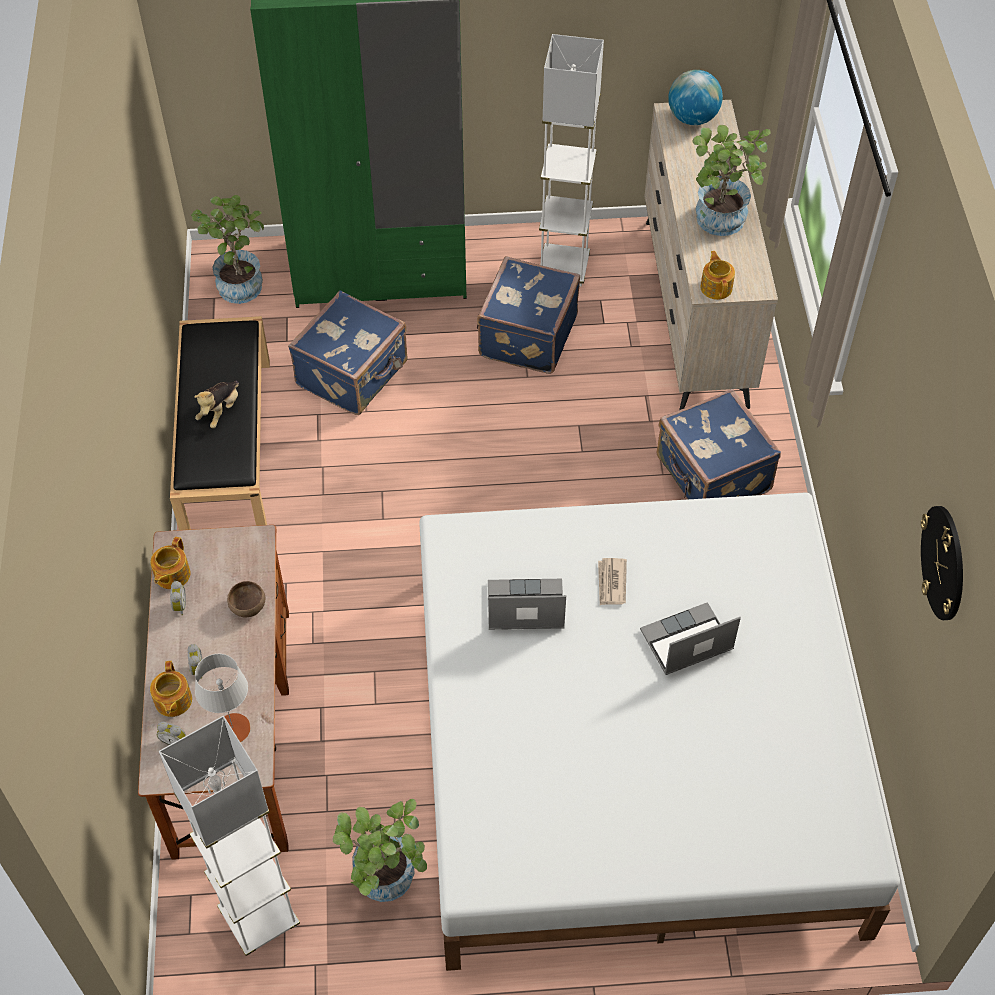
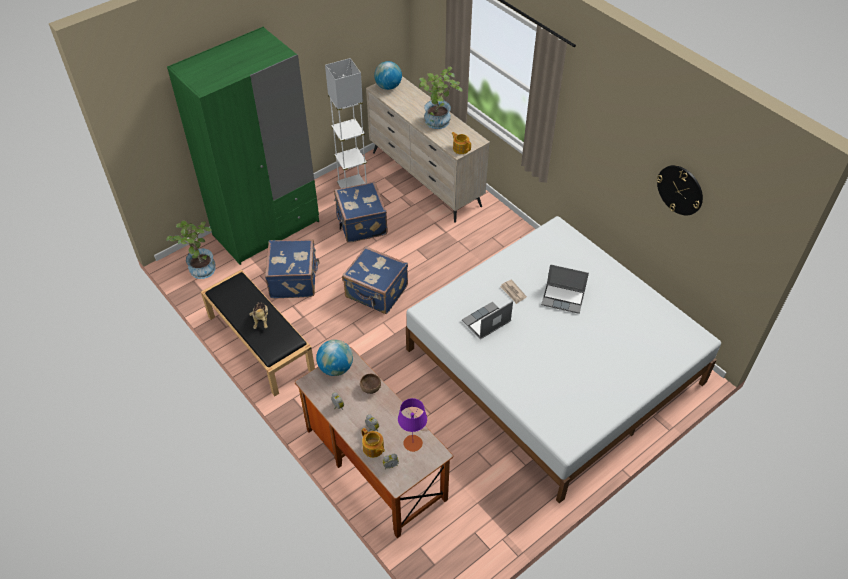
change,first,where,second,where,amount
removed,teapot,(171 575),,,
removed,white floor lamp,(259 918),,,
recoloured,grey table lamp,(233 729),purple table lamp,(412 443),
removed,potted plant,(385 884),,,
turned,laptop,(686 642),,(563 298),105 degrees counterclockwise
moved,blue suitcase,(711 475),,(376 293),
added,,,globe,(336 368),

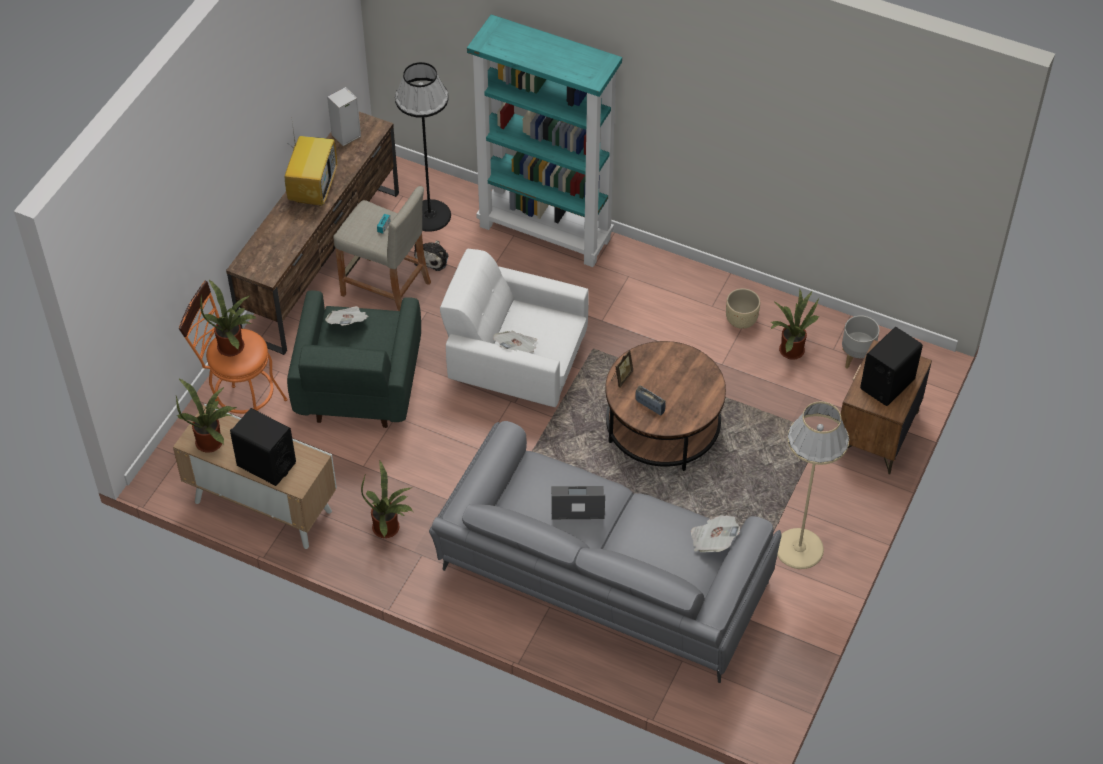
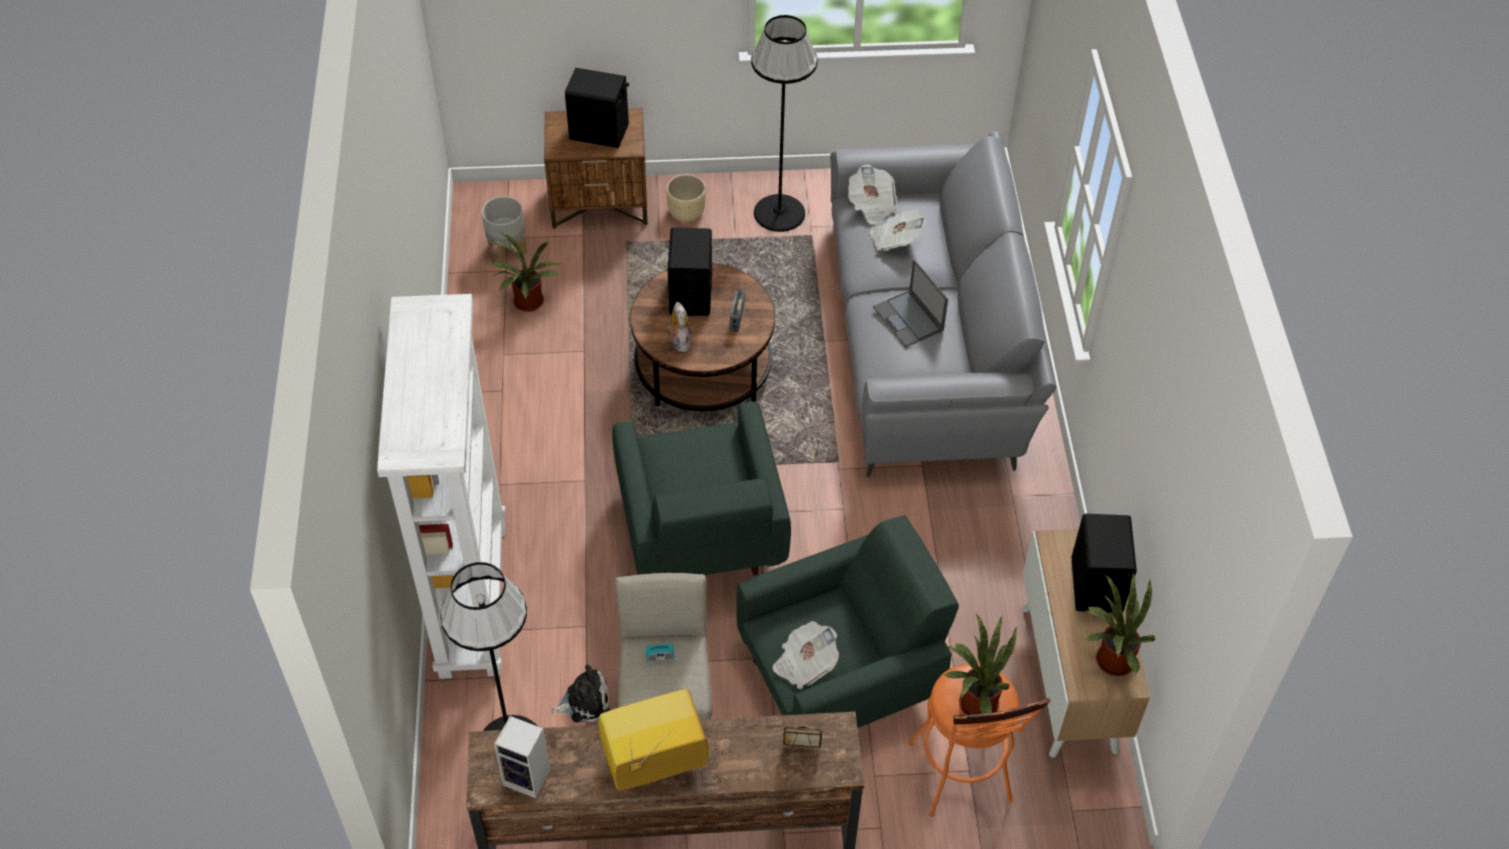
change,first,where,second,where,amount
removed,potted plant,(389 528),,,
recoloured,white armchair,(515 363),green armchair,(701 533),
recoloured,turquoise bookcase,(546 232),white bookcase,(471 598),
moved,newspaper,(517 349),,(895 240),
moved,picture frame,(621 377),,(801 753),
moved,beige planter,(741 319),,(686 212),
recoloured,beige floor lamp,(799 549),black floor lamp,(779 212),
added,,,black speaker,(690 294),
added,,,plush toy,(679 341),

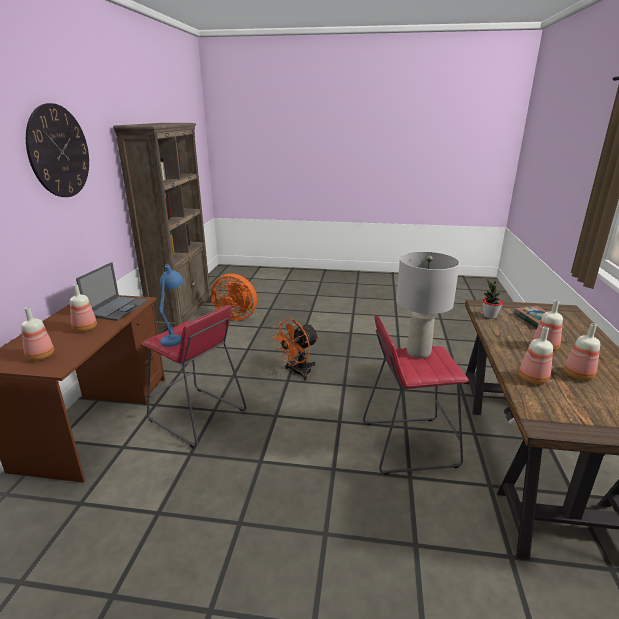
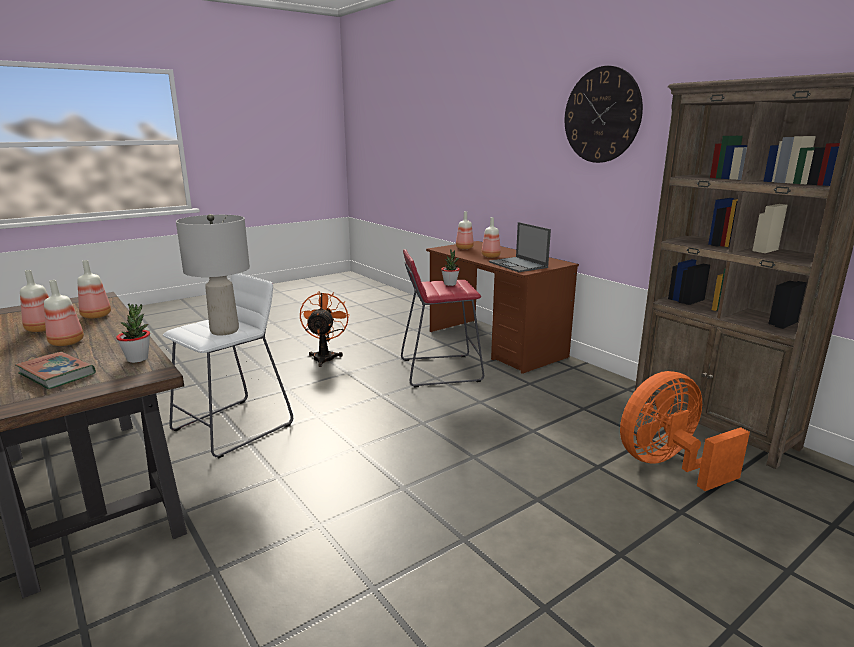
change,first,where,second,where,amount
replaced,blue table lamp,(175 337),potted plant,(450 284),
moved,orange fan,(297 372),,(325 356),
recoloured,red stool,(408 444),white stool,(233 427),

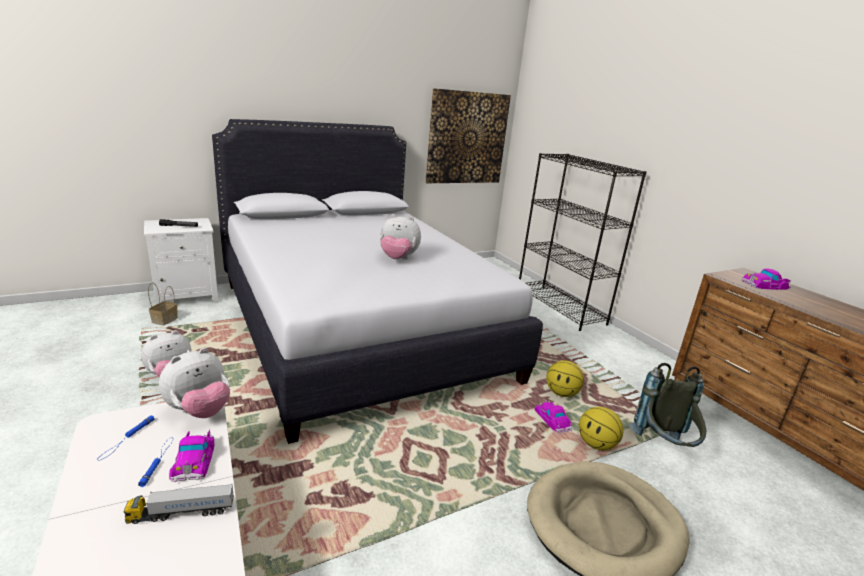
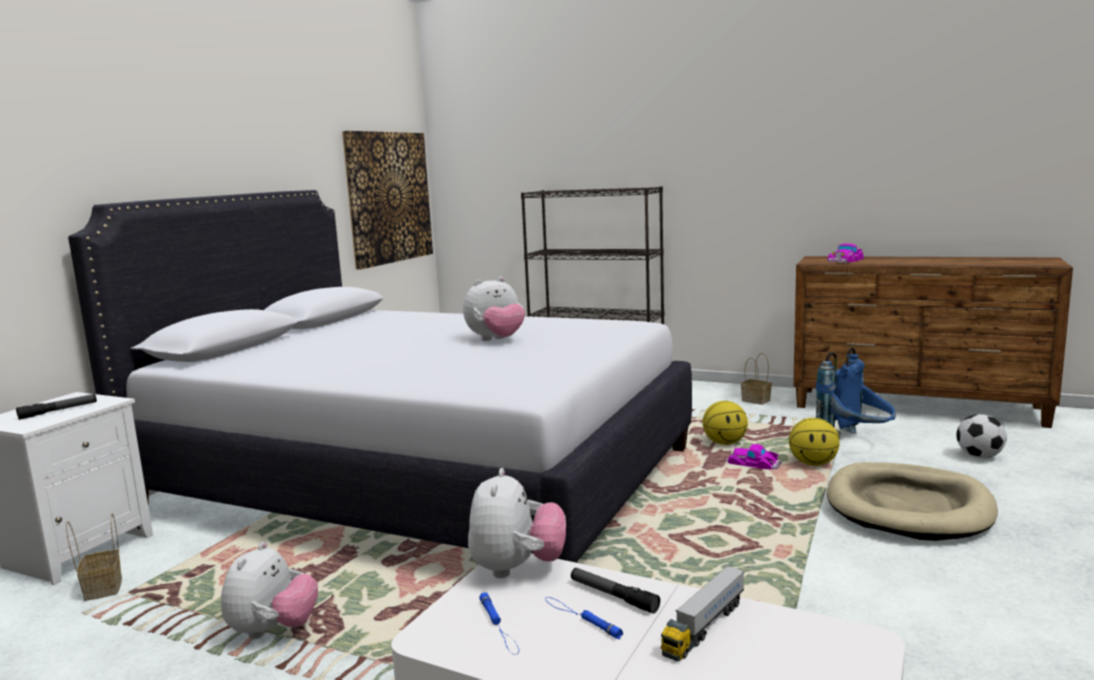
change,first,where,second,where,amount
replaced,toy car,(194 459),flashlight,(613 596),
recoloured,grey backpack,(664 448),blue backpack,(856 443),
added,,,basket,(757 400),
added,,,football,(979 456),

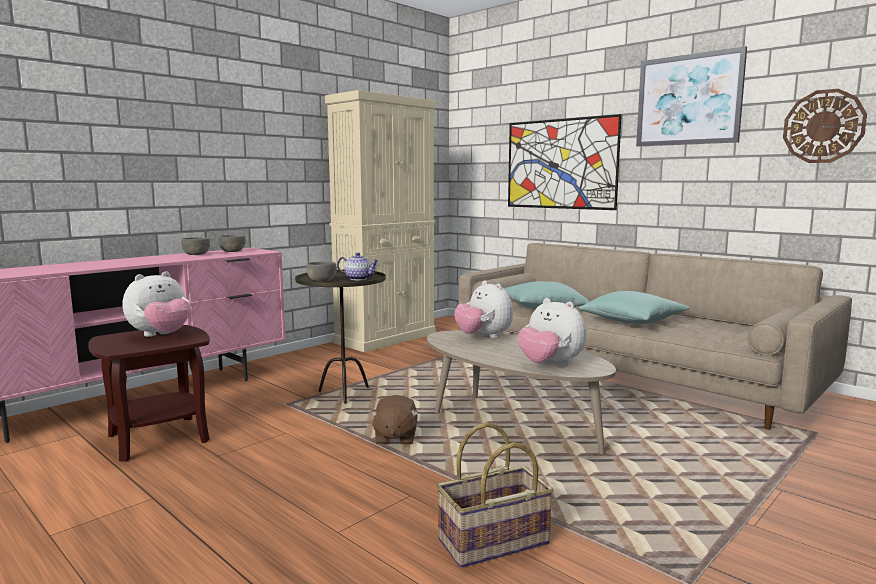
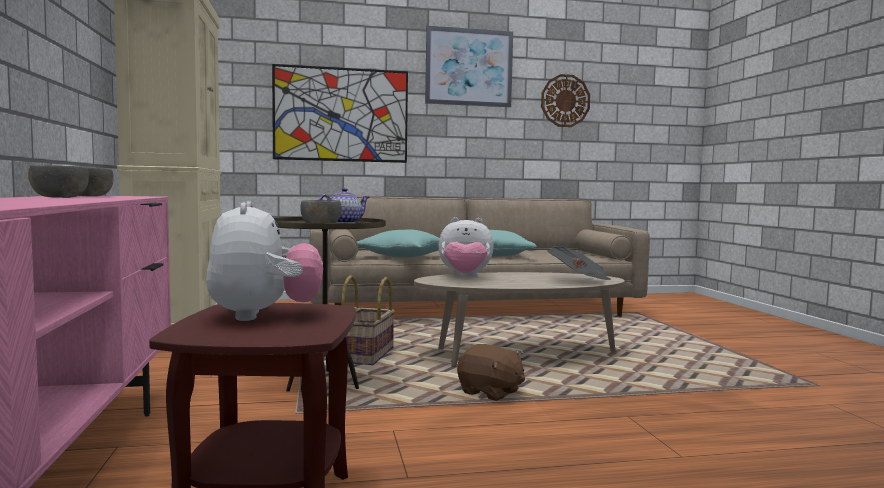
change,first,where,second,where,amount
moved,basket,(493 542),,(367 356),
replaced,plush toy,(550 365),newspaper,(580 281),

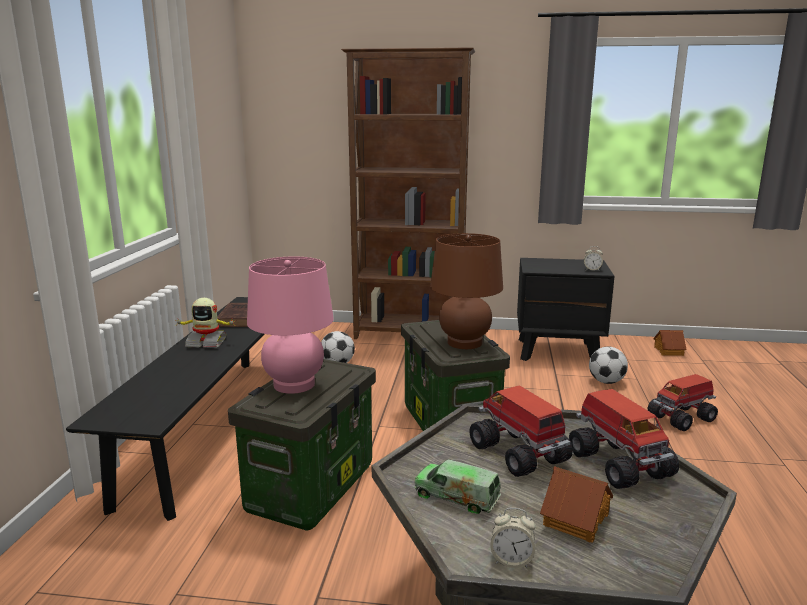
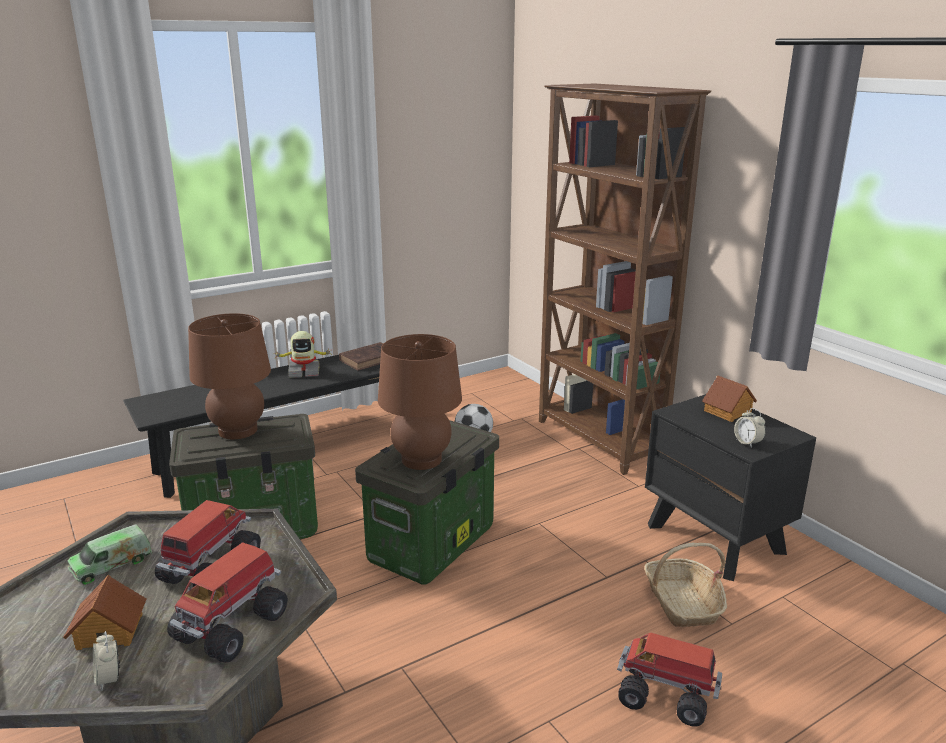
change,first,where,second,where,amount
turned,toy robot,(206 342),,(304 372),60 degrees counterclockwise
recoloured,pink table lamp,(294 384),brown table lamp,(238 430),
turned,toy truck,(456 497),,(112 565),120 degrees counterclockwise
moved,alarm clock,(511 560),,(109 679),
replaced,football,(606 382),basket,(682 603),
moved,toy house,(669 351),,(728 412),

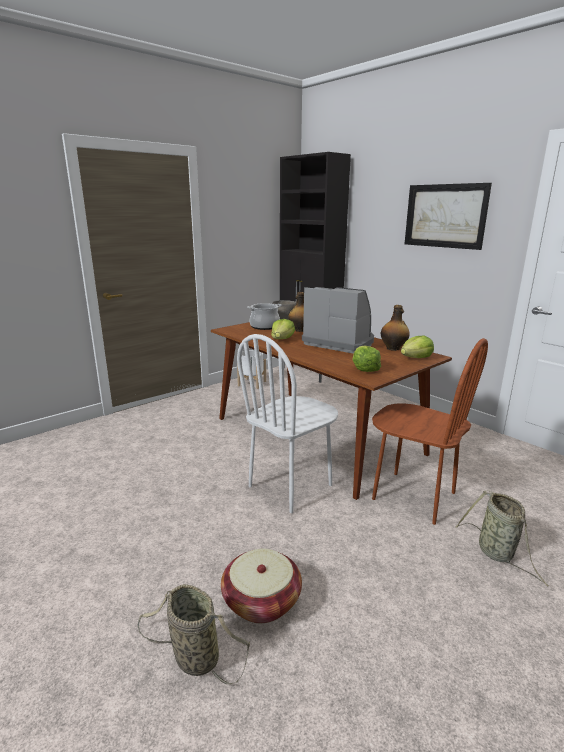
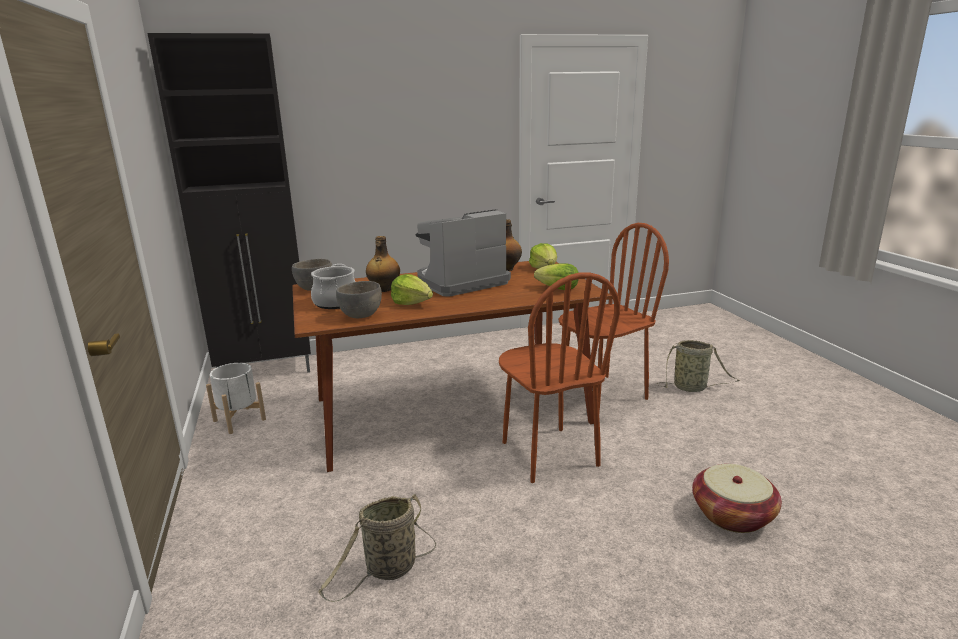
change,first,where,second,where,amount
moved,basket,(193 657),,(388 570),
recoloured,white chair,(290 486),brown chair,(548 454),
removed,picture,(445 216),,,
added,,,grey bowl,(361 316),

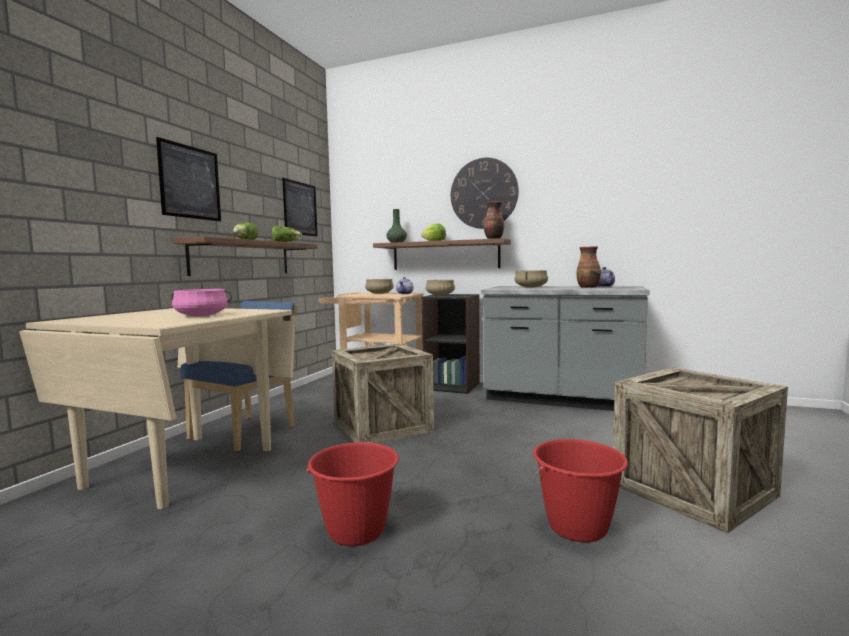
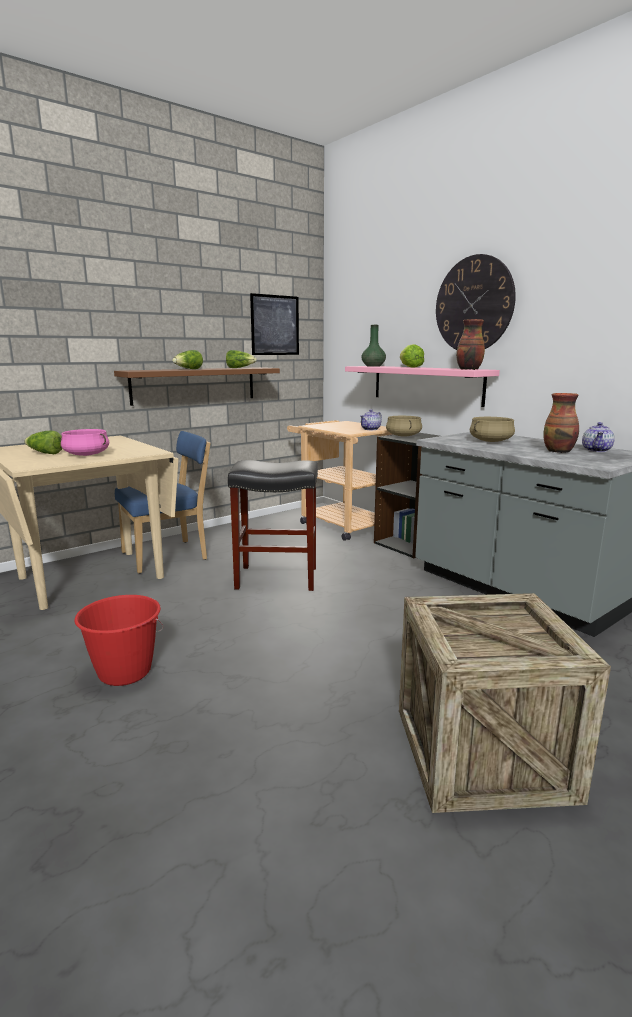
change,first,where,second,where,amount
removed,picture,(190 182),,,
replaced,crate,(382 427),black stool,(275 578),
removed,beige cooking pot,(379 293),,,
recoloured,brown shelf,(445 255),pink shelf,(426 384),
removed,red bucket,(577 527),,,
added,,,lettuce,(45 453),

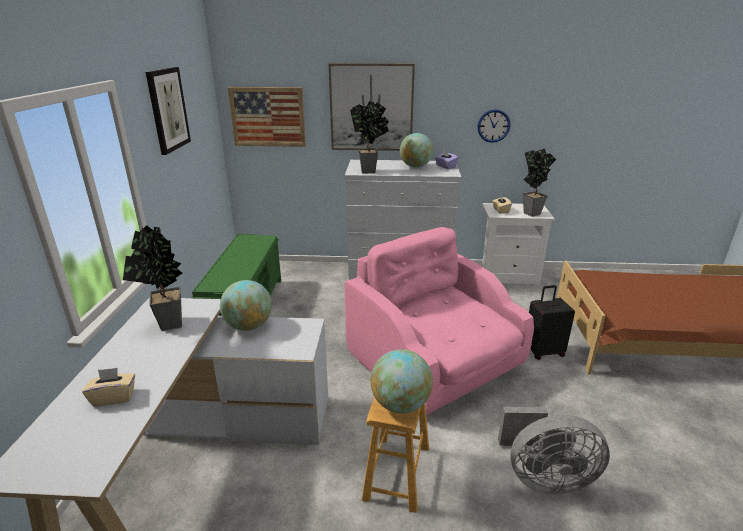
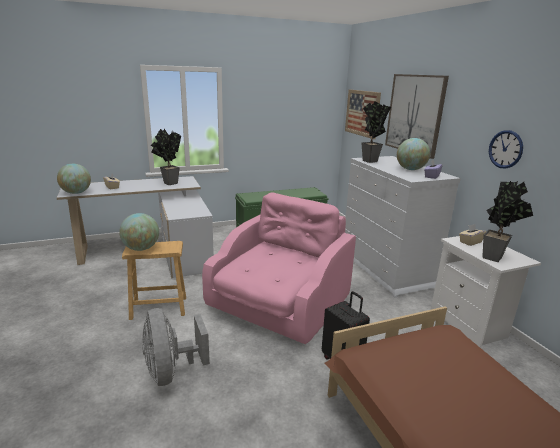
change,first,where,second,where,amount
removed,picture,(168 109),,,
moved,globe,(249 326),,(76 193),

